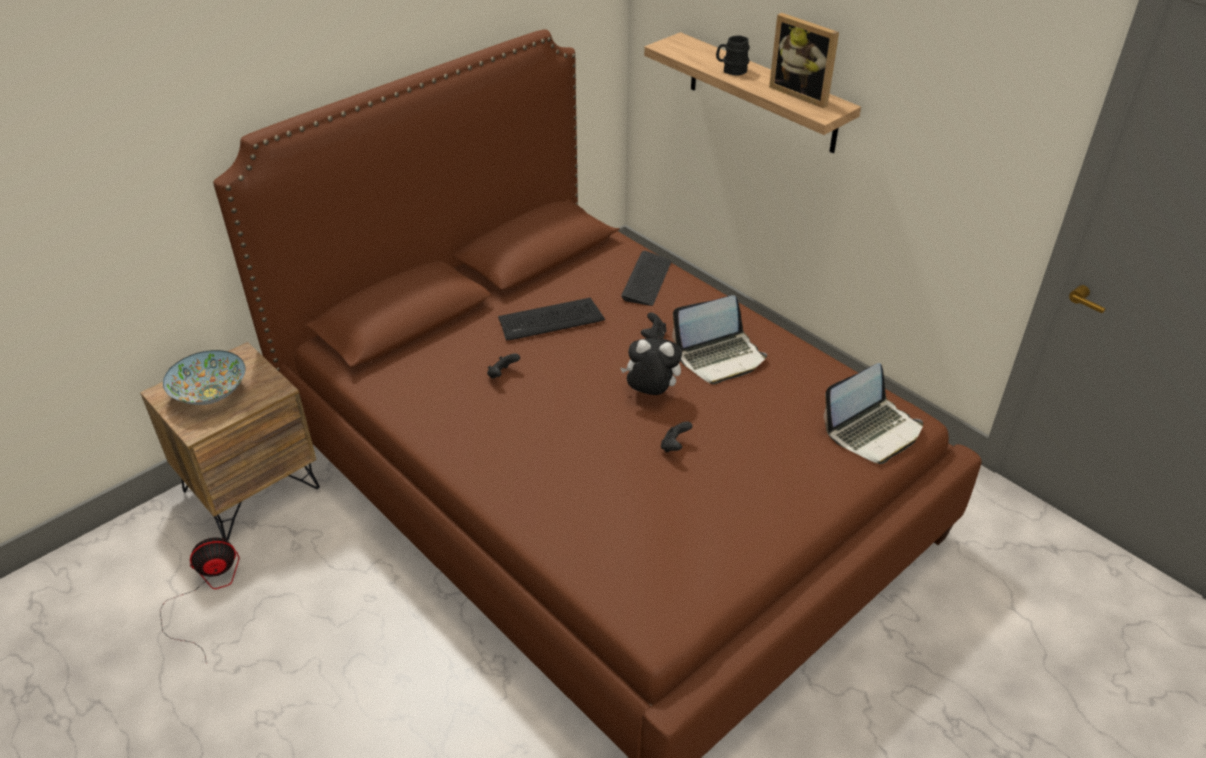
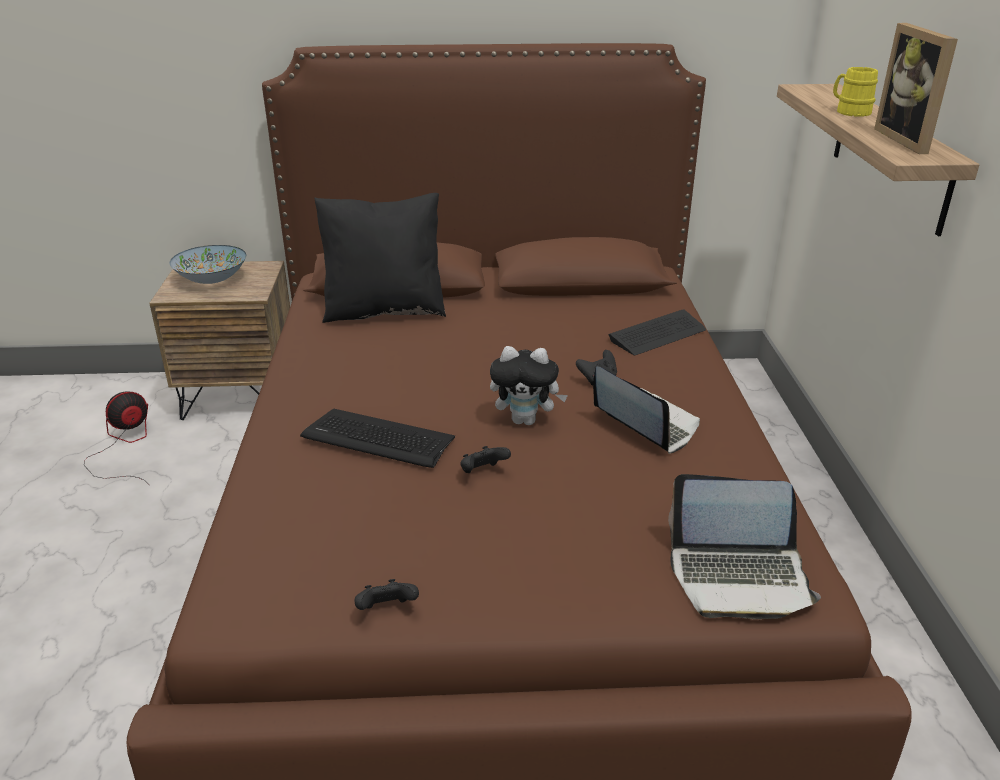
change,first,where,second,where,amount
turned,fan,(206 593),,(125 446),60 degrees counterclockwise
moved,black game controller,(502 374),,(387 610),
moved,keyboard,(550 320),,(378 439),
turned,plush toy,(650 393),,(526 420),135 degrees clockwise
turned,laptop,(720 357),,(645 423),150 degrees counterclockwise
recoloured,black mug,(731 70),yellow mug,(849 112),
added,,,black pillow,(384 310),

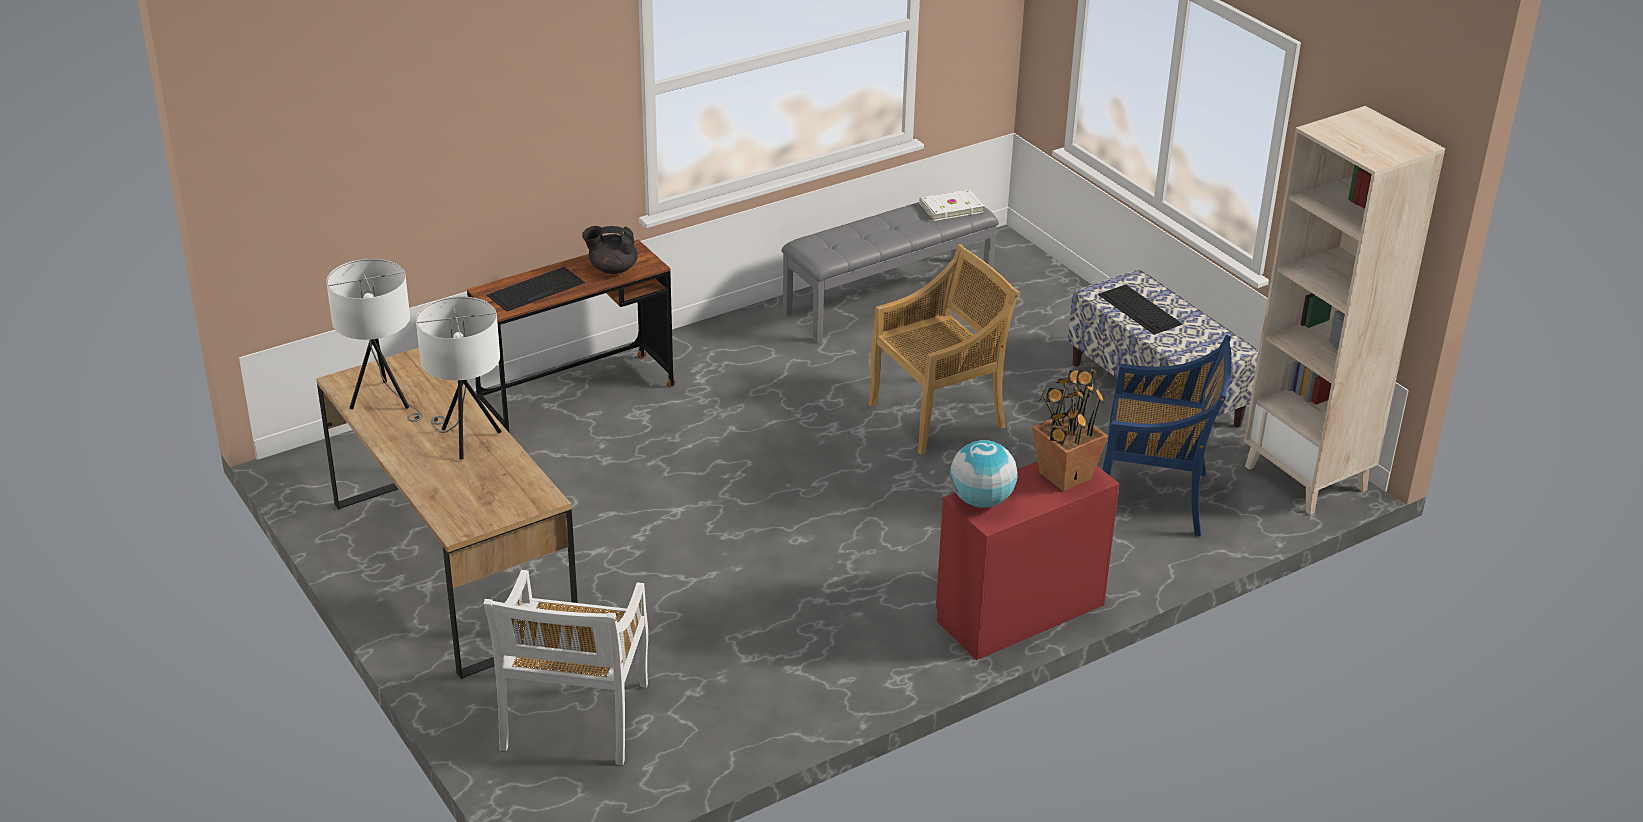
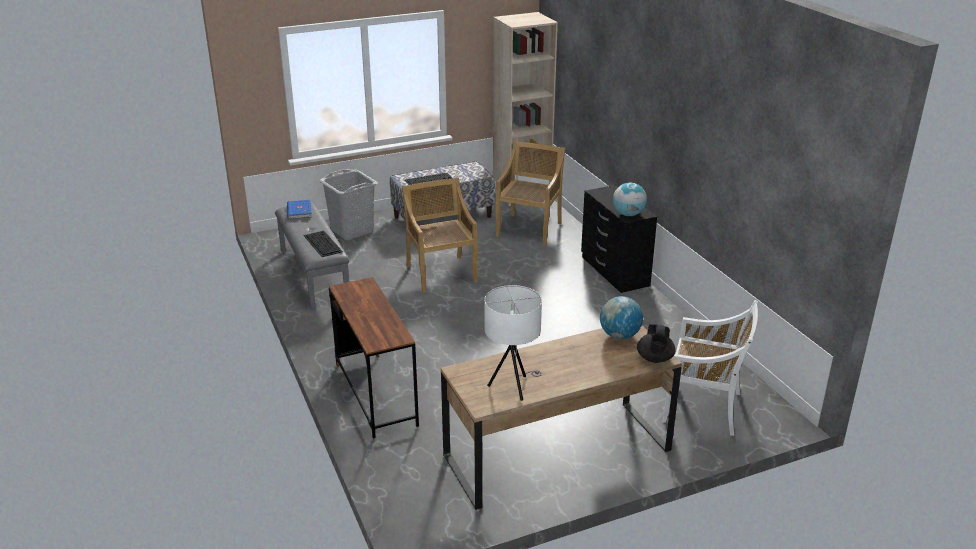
change,first,where,second,where,amount
removed,white table lamp,(466 439),,,
moved,keyboard,(536 288),,(322 243),
moved,black teapot,(612 269),,(655 359),
recoloured,white book,(950 207),blue book,(298 211),
recoloured,red dresser,(1018 612),black dresser,(614 271),
removed,potted plant,(1064 475),,,
recoloured,blue chair,(1154 498),beige chair,(529 229),
added,,,grey laundry basket,(352 230),
added,,,globe,(619 335),

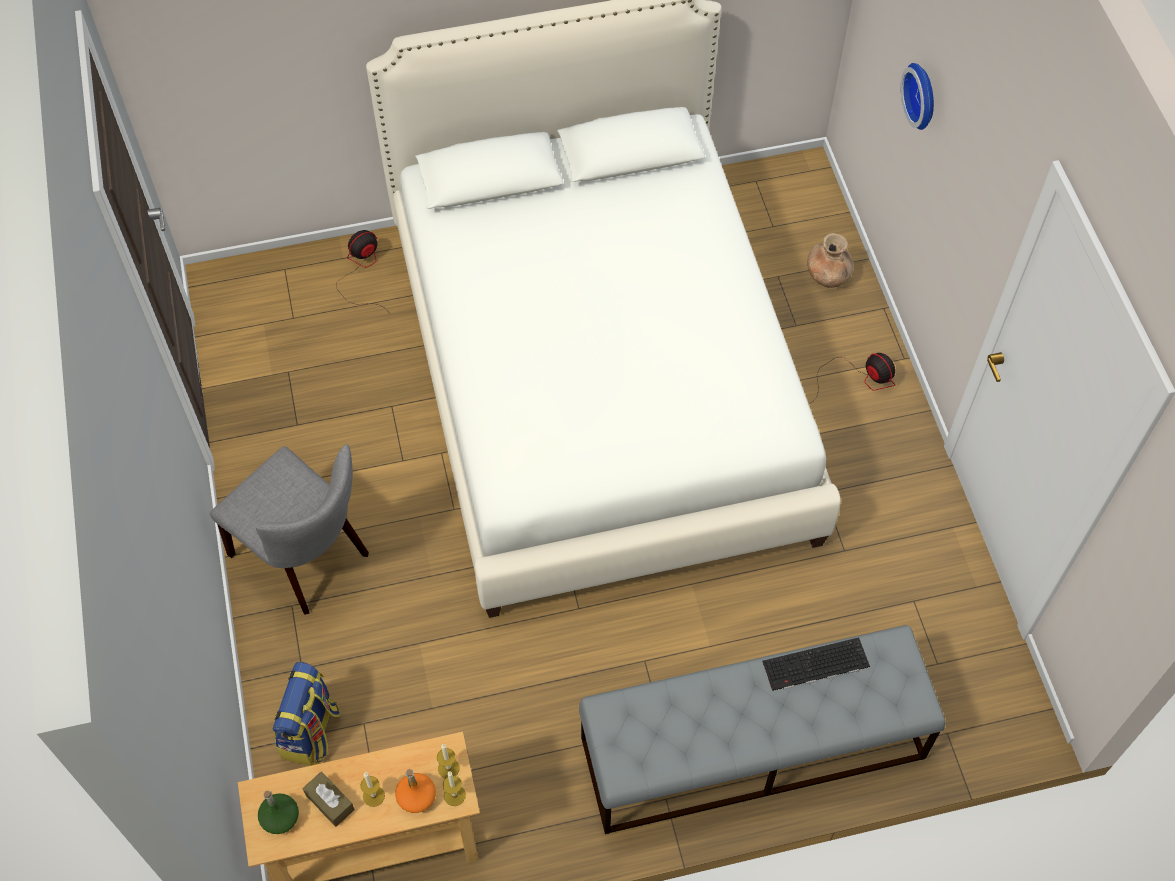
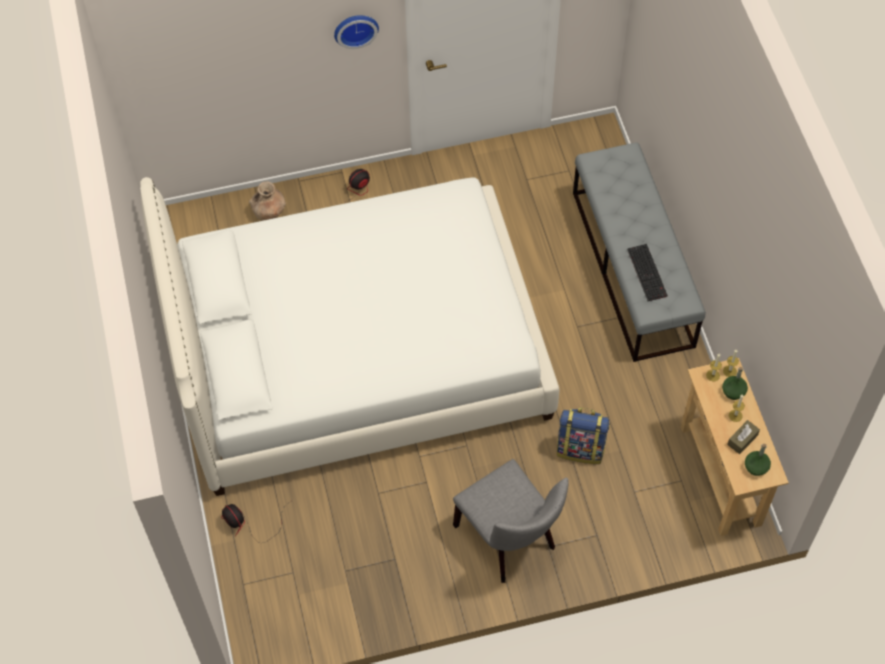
change,first,where,second,where,amount
turned,grey chair,(307 557),,(509 540),105 degrees clockwise
moved,backpack,(311 733),,(581 448),
recoloured,orange bottle,(417 797),green bottle,(733 391),
moved,keyboard,(815 666),,(648 273),
moved,wall clock,(923 95),,(355 28),

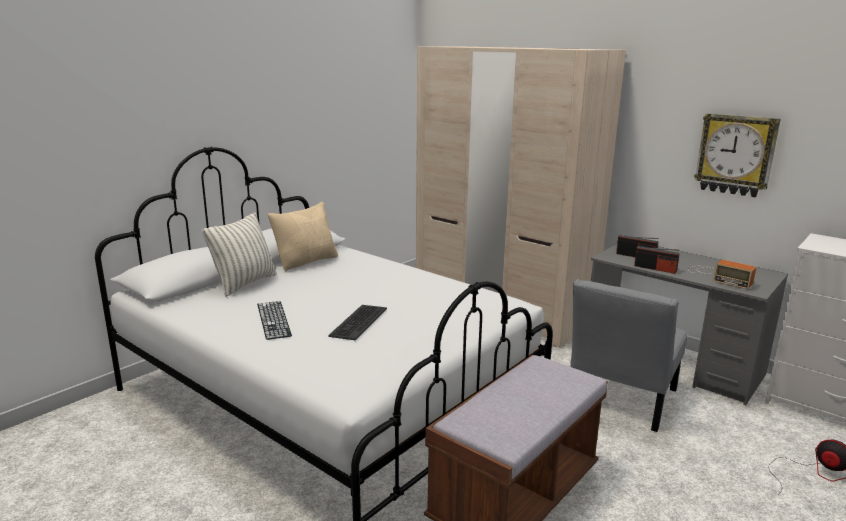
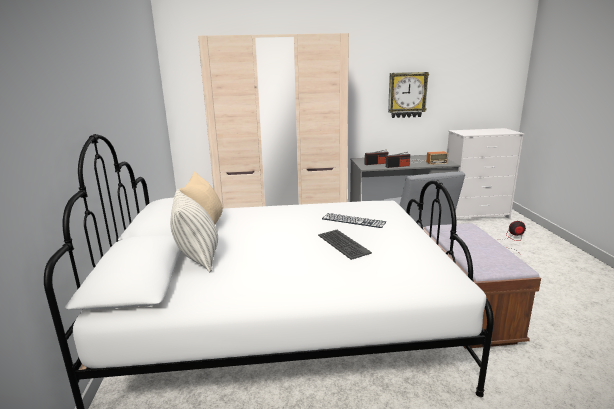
change,first,where,second,where,amount
moved,keyboard,(273 319),,(353 220),

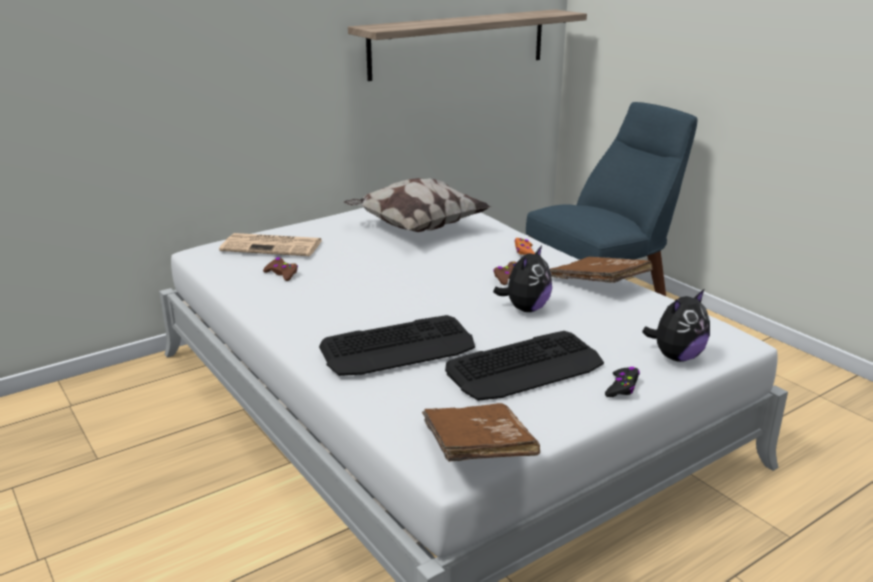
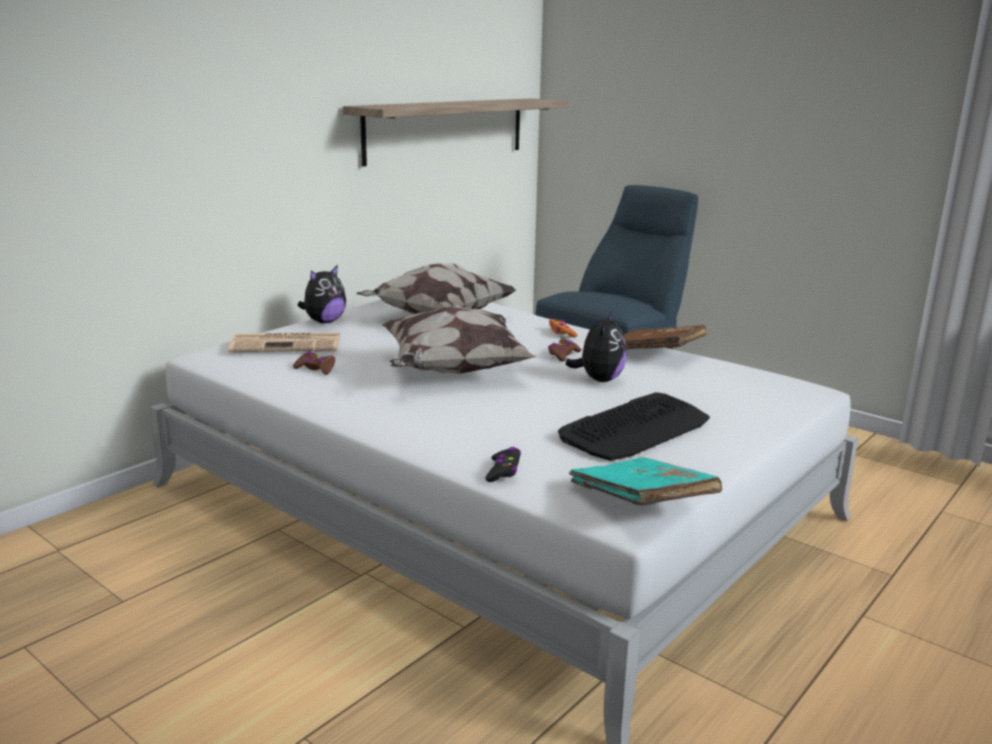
change,first,where,second,where,amount
removed,keyboard,(398 348),,,
recoloured,brown book,(477 450),turquoise book,(641 502),
moved,black game controller,(622 387),,(503 471),
moved,plush toy,(676 357),,(324 322),
added,,,pillow,(453 371),

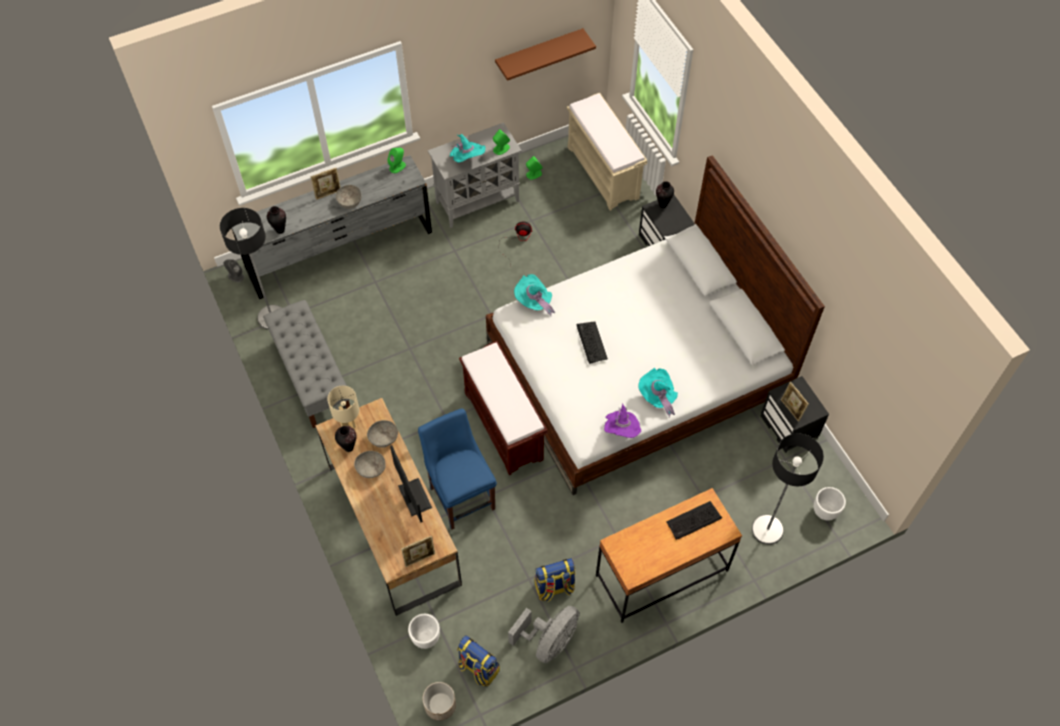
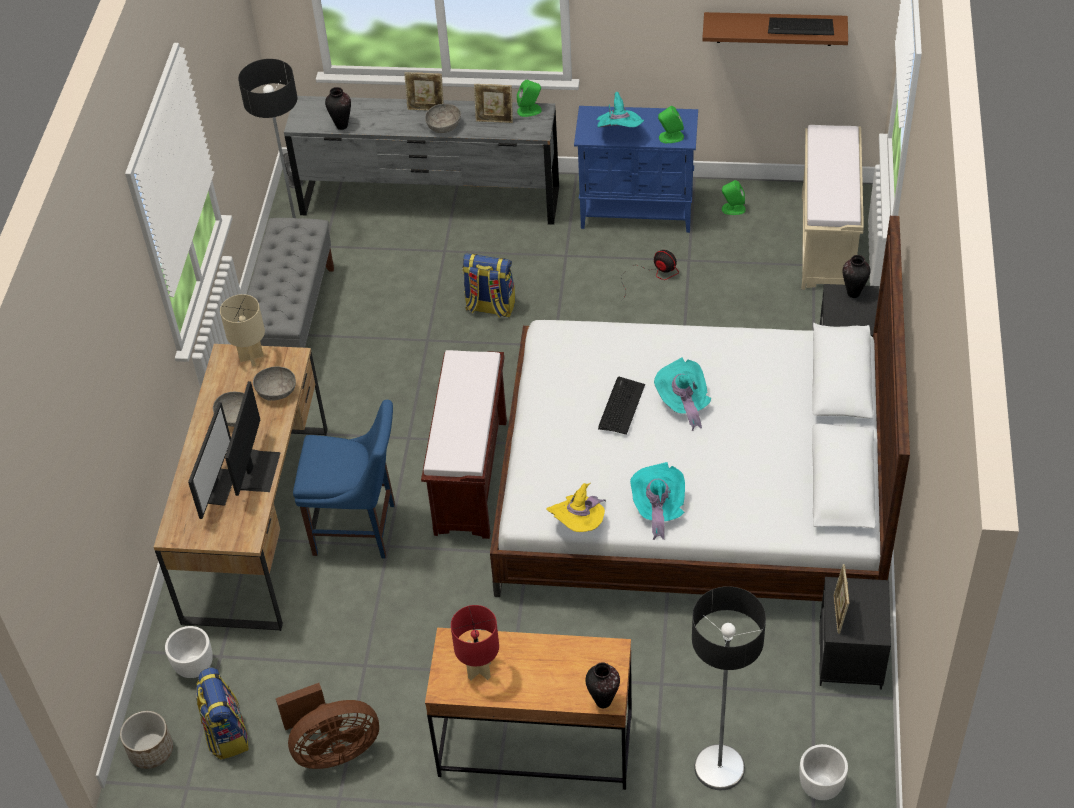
change,first,where,second,where,amount
moved,vase,(348 447),,(603 701),
moved,picture frame,(420 558),,(495 120),
turned,blue chair,(461 495),,(359 530),90 degrees clockwise
recoloured,grey cabinet,(478 201),blue cabinet,(638 212),
recoloured,grey fan,(549 641),brown fan,(332 749),
moved,turquoise hat,(534 302),,(683 403),
moved,backpack,(554 588),,(490 307),
recoloured,purple hat,(621 430),yellow hat,(579 524),
moved,keyboard,(693 520),,(800 27),
added,,,monitor,(217 486),
added,,,red table lamp,(479 670),

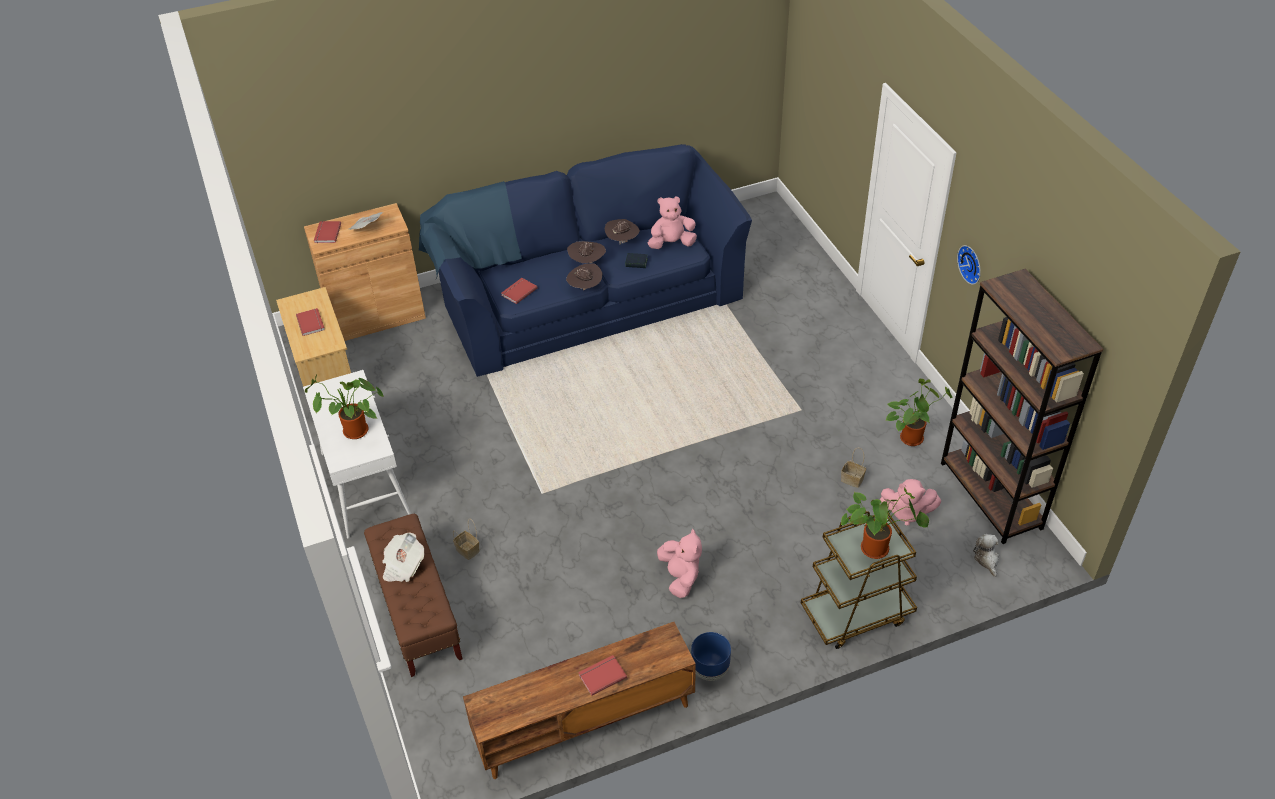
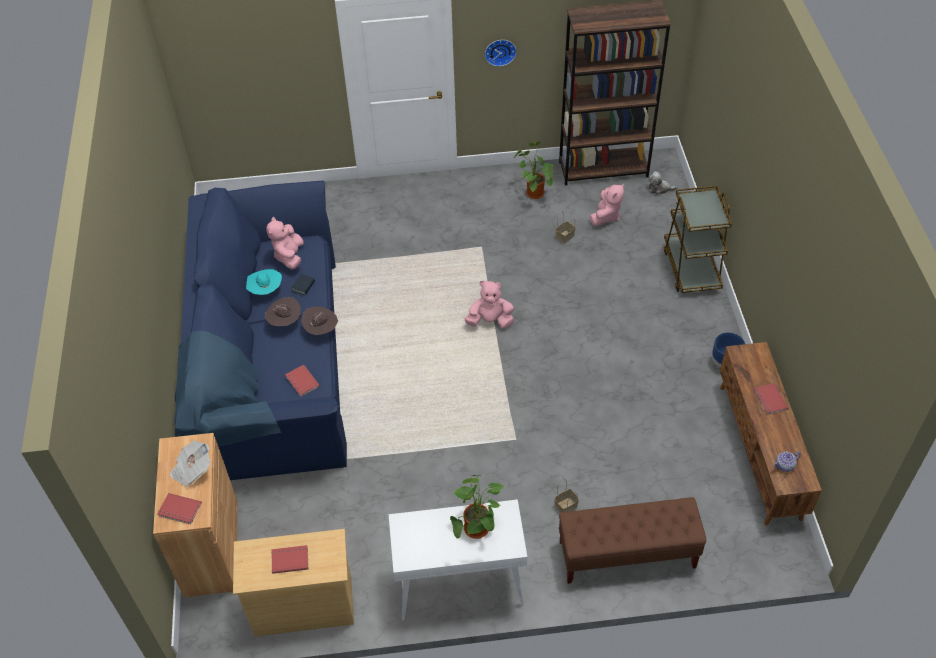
change,first,where,second,where,amount
removed,newspaper,(403 566),,,
recoloured,brown hat,(622 241),turquoise hat,(265 291),
moved,pink plush toy,(680 577),,(490 321),
removed,potted plant,(877 547),,,
added,,,teapot,(785 465),

